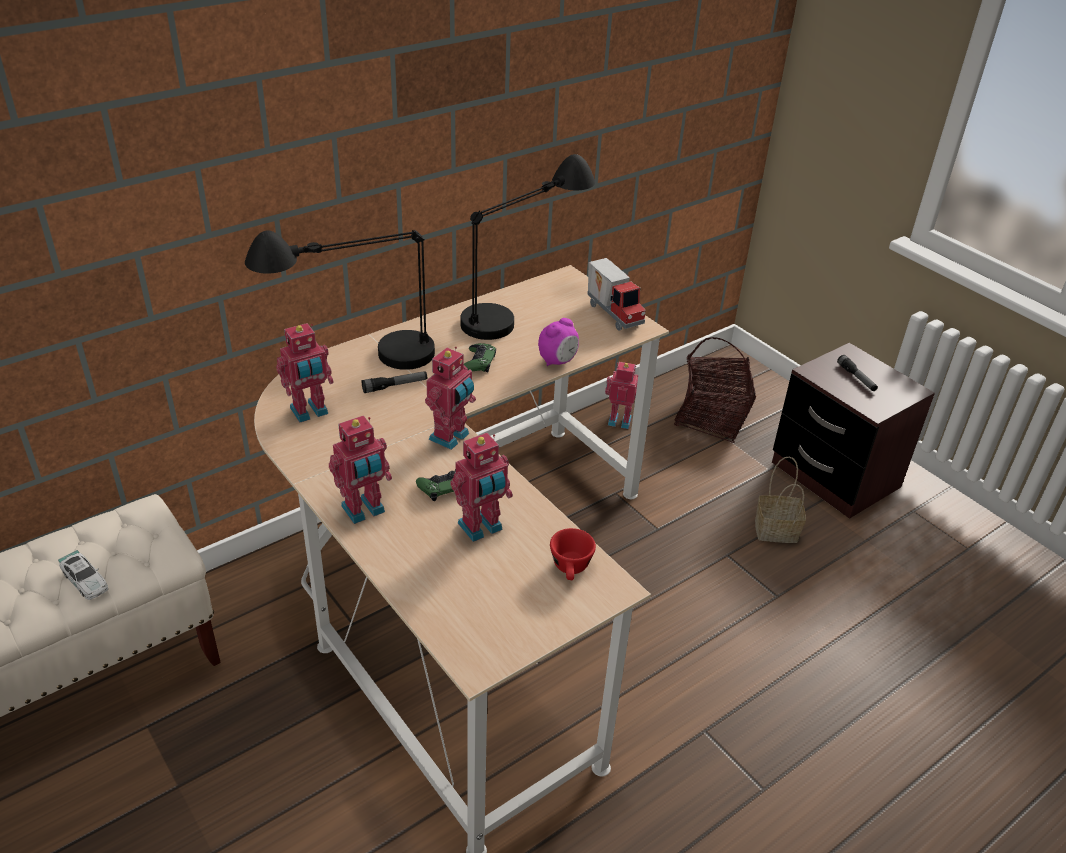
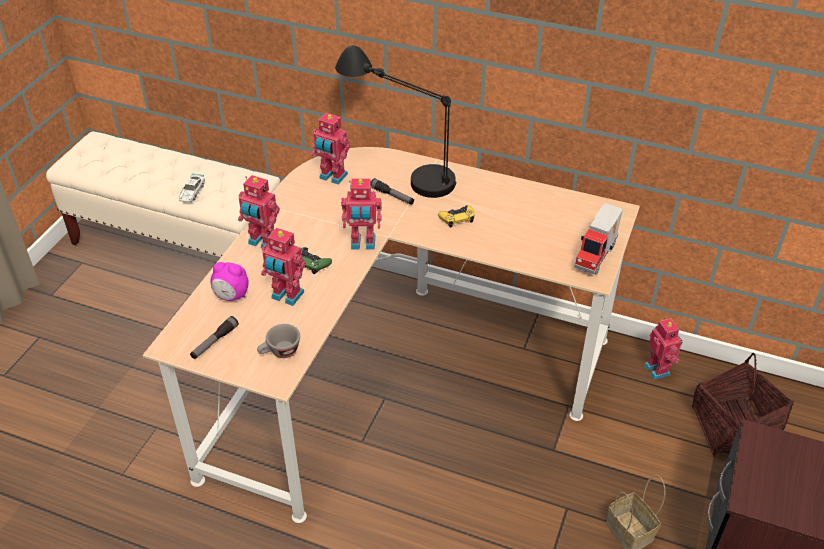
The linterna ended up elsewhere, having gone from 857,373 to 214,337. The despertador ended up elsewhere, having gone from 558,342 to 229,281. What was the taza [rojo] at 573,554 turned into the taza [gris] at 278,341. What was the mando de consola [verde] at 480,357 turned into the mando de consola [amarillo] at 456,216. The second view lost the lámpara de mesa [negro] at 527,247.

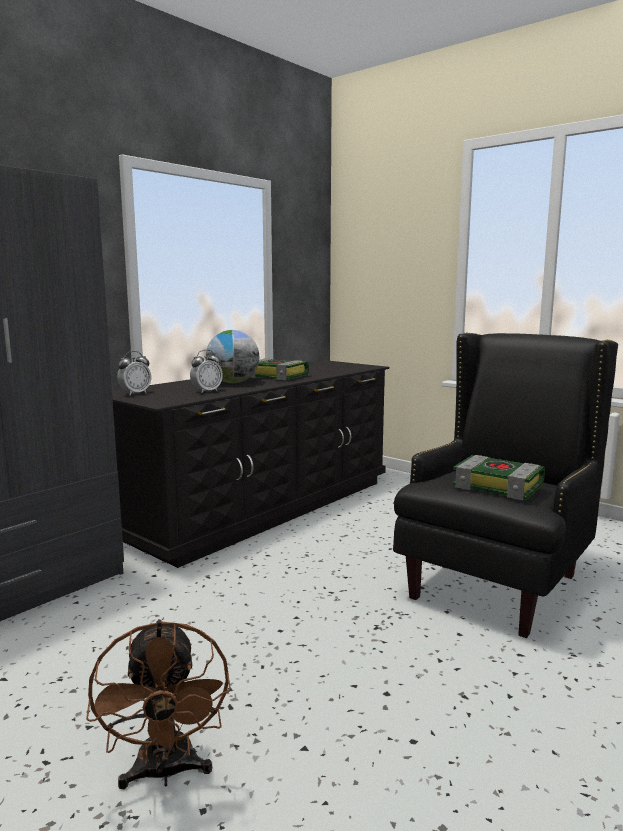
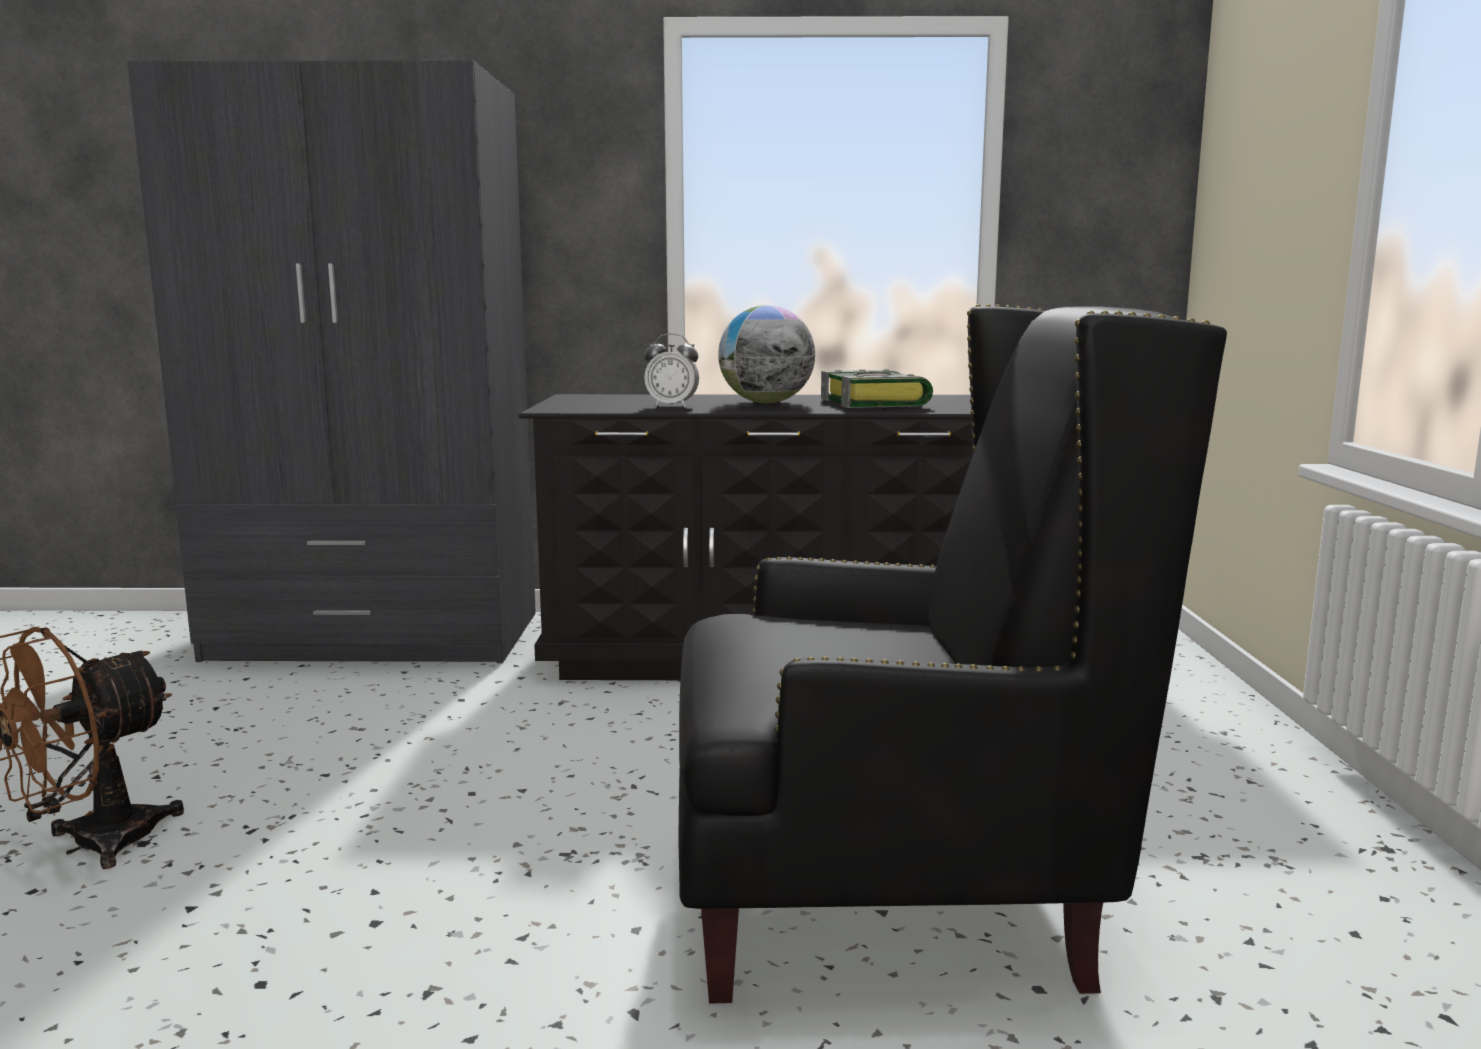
The second view lost the despertador at 134,373. The second view lost the libro at 498,477.

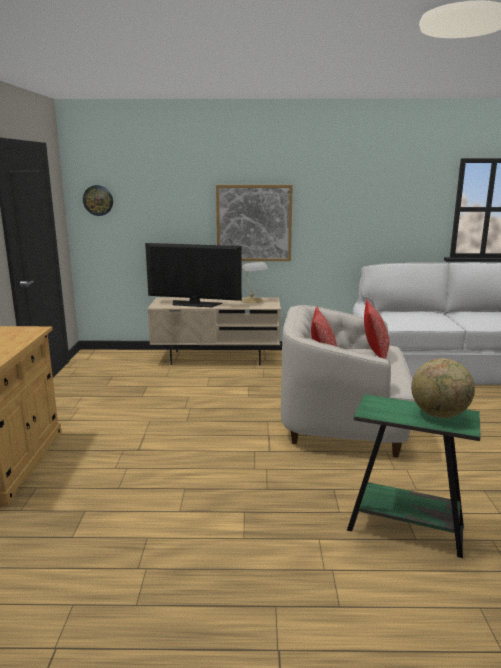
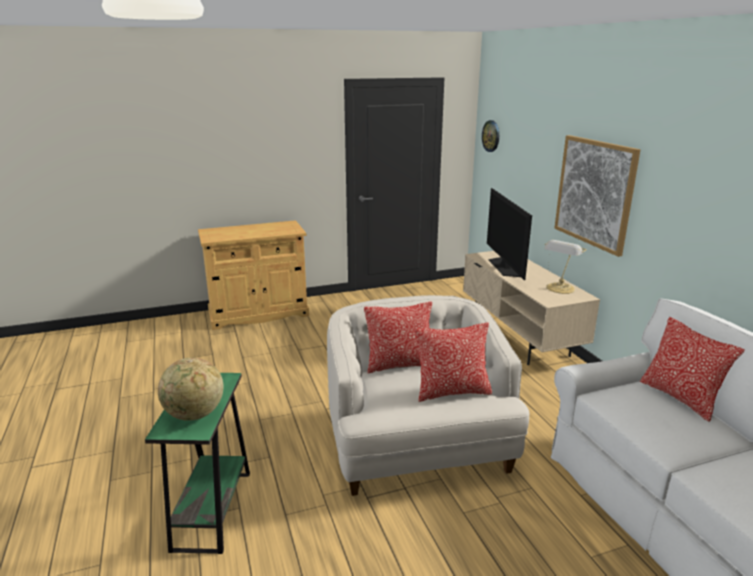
The second view gained the cojín at 692,369.

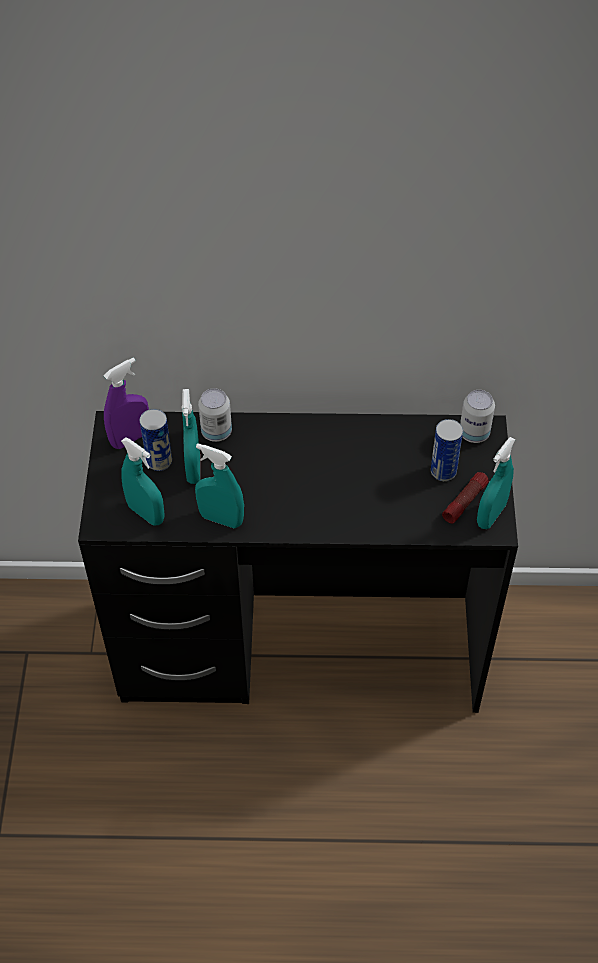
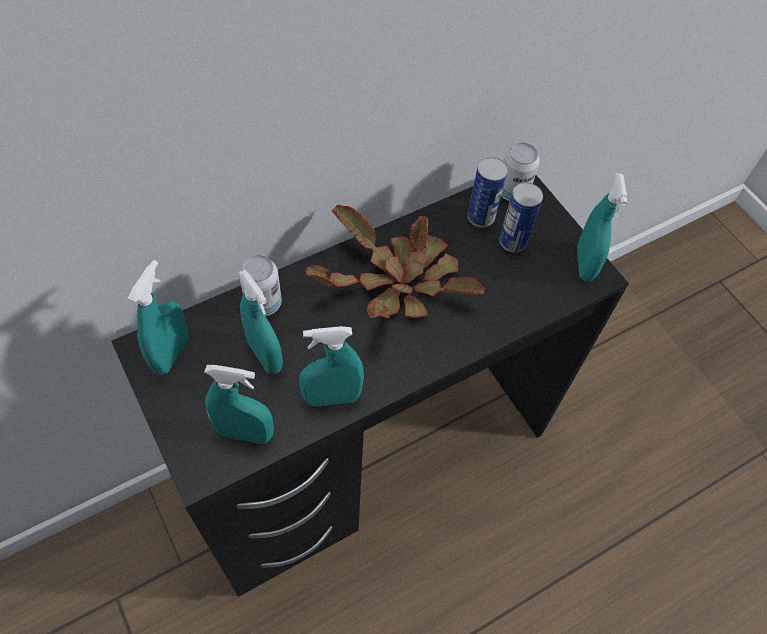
What was the pulverizador [morado] at 126,403 turned into the pulverizador [turquesa] at 158,317. The second view gained the planta en maceta at 395,261. The lata ended up elsewhere, having gone from 156,440 to 487,192. The second view lost the linterna at 465,498.

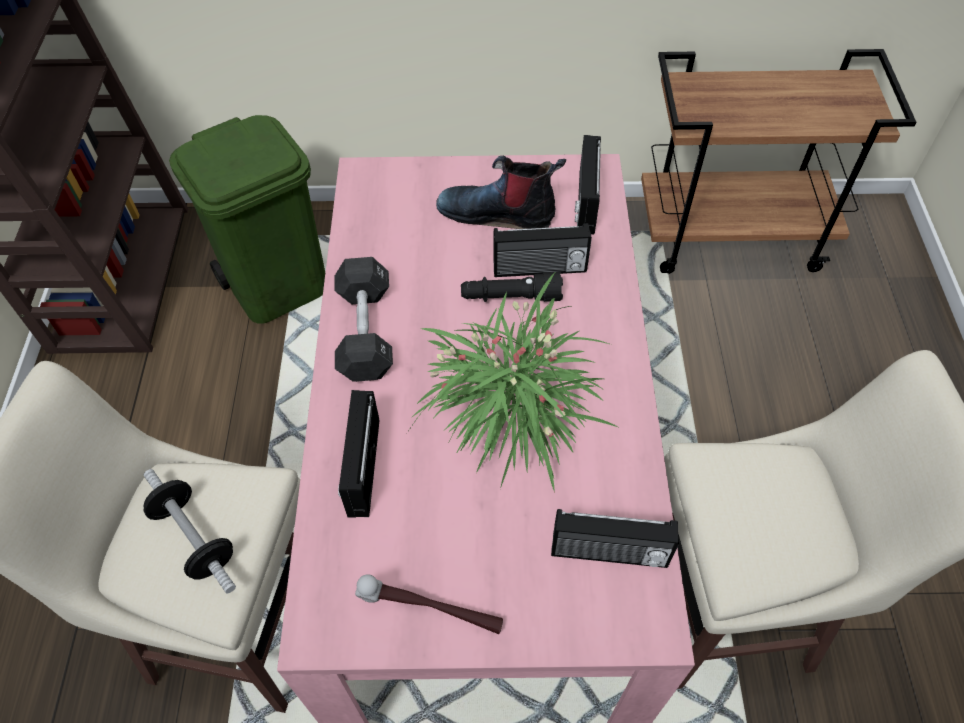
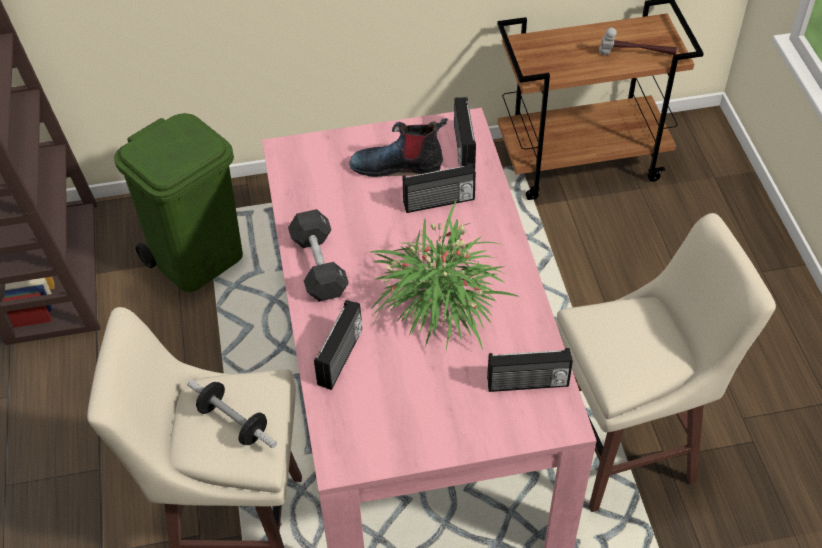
The radio at 359,454 ended up facing another way, 150 degrees counterclockwise from before. The martillo ended up elsewhere, having gone from 429,604 to 638,41. The second view lost the linterna [negro] at 512,287.

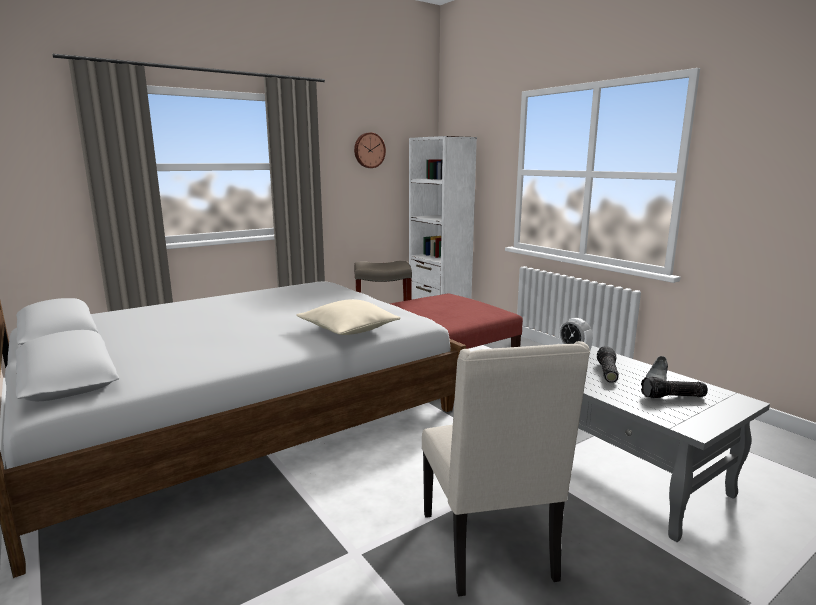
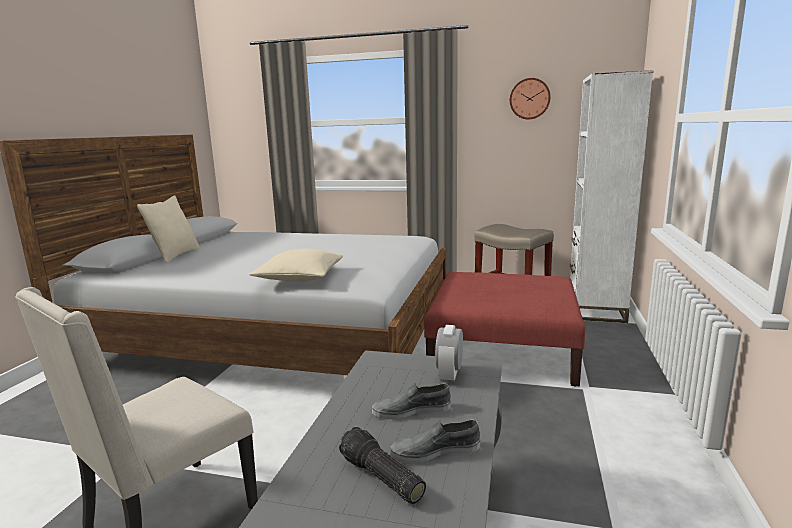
The second view gained the cojín [beis] at 168,229. Where the linterna stood at 608,364, the zapato [gris] came to stand at 411,401.

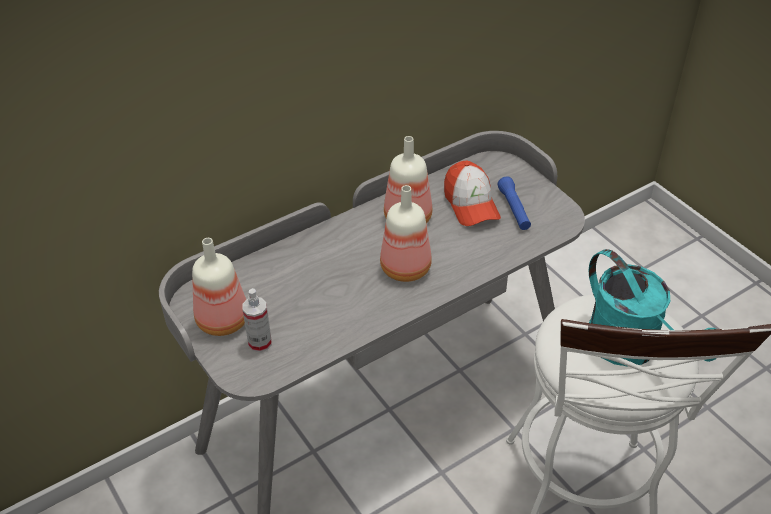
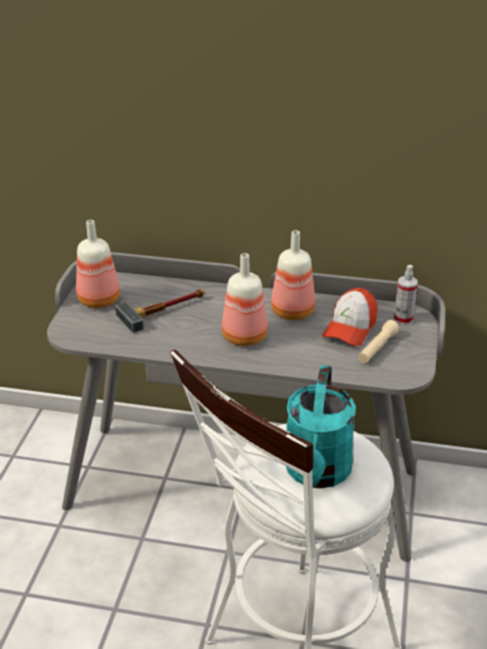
The second view gained the martillo at 160,311. What was the linterna [azul] at 514,203 turned into the linterna [beis] at 378,341. The pulverizador ended up elsewhere, having gone from 257,320 to 406,295.

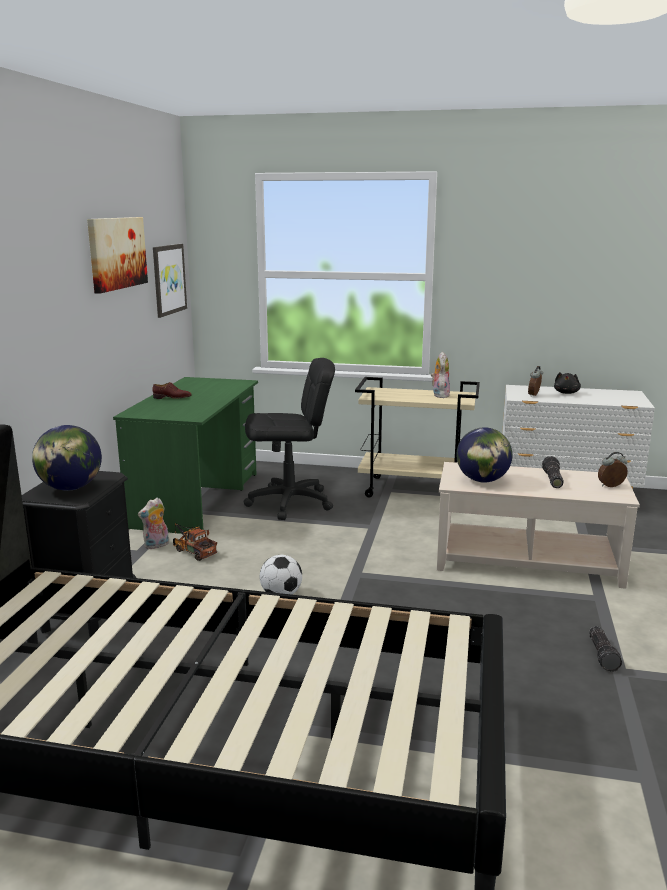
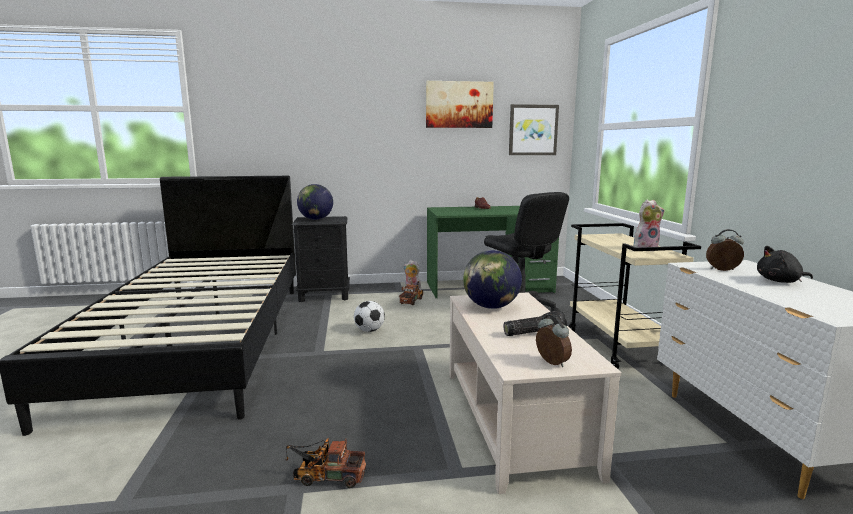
Where the linterna stood at 605,649, the camión de juguete came to stand at 325,463.

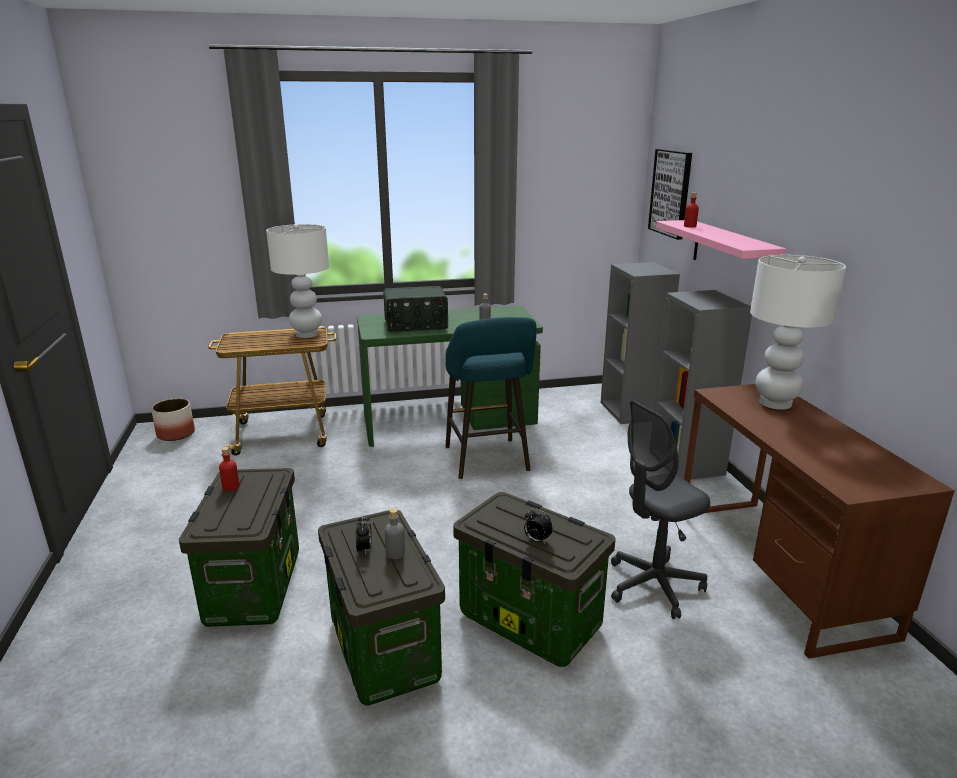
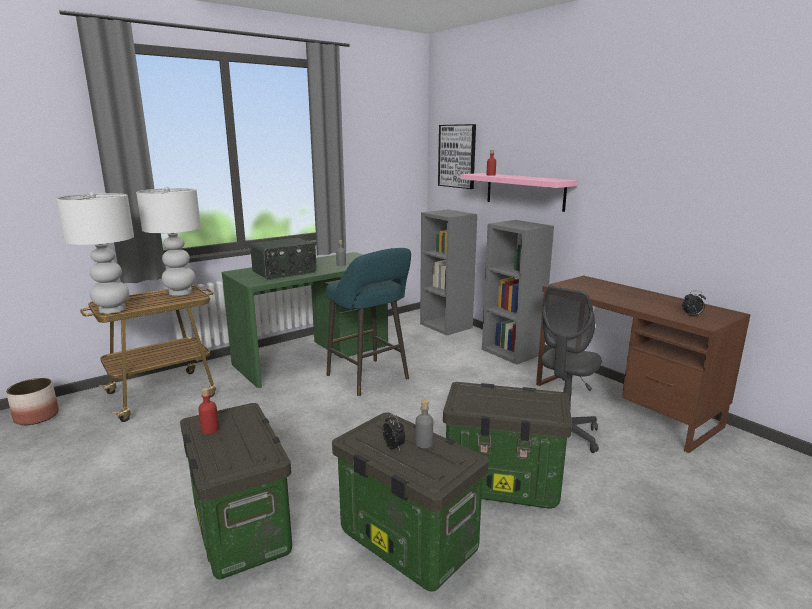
The lámpara de mesa [blanco] ended up elsewhere, having gone from 798,332 to 95,253. The despertador ended up elsewhere, having gone from 538,525 to 694,303.

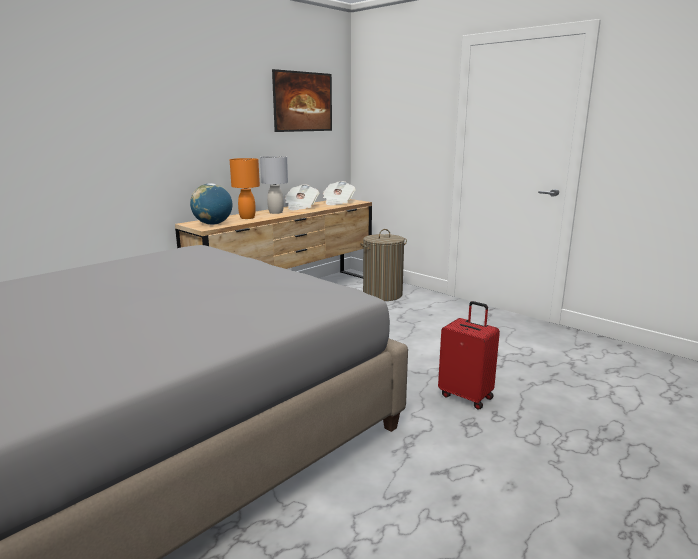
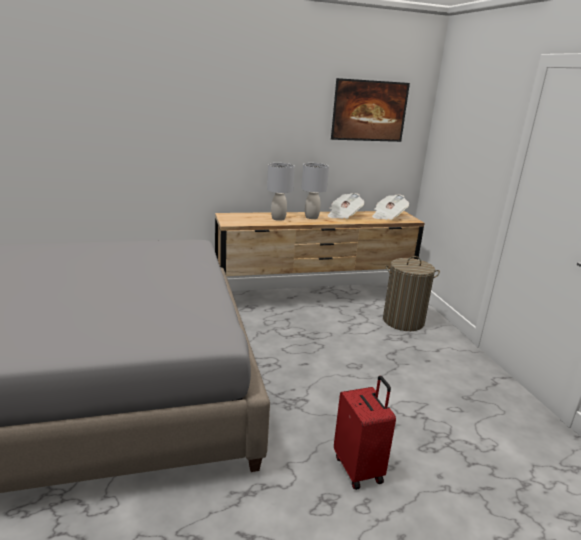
What was the lámpara de mesa [naranja] at 245,188 turned into the lámpara de mesa [gris] at 281,192. The second view lost the globo terráqueo at 211,204.

